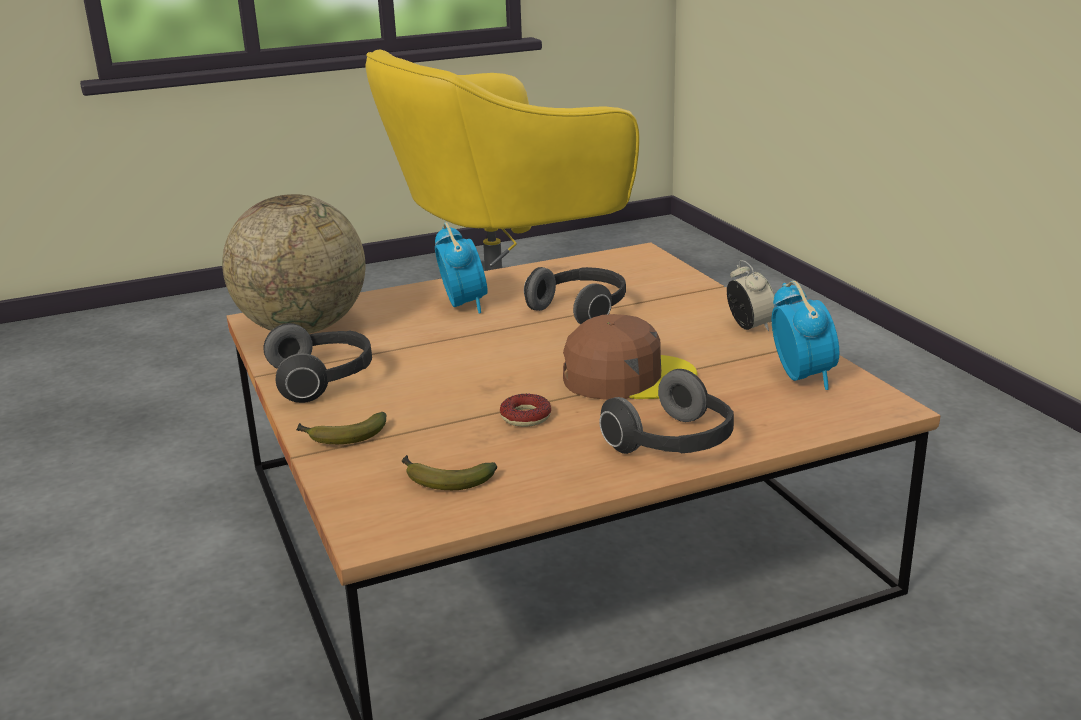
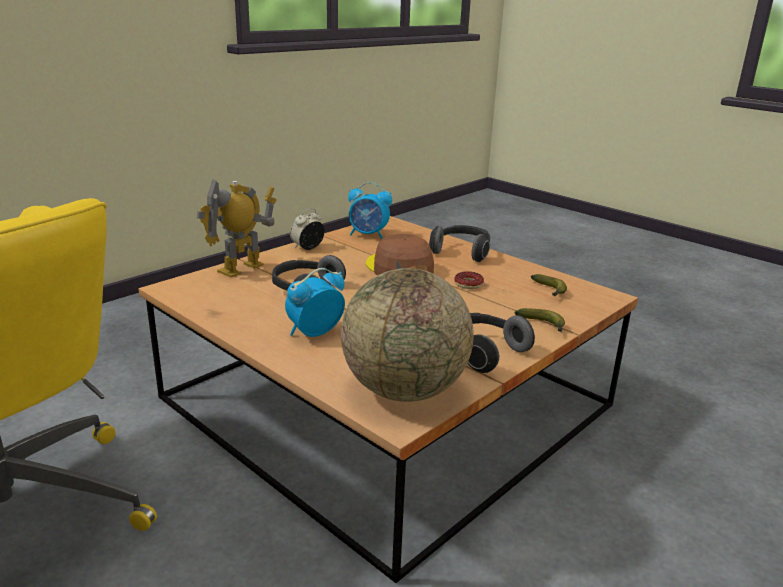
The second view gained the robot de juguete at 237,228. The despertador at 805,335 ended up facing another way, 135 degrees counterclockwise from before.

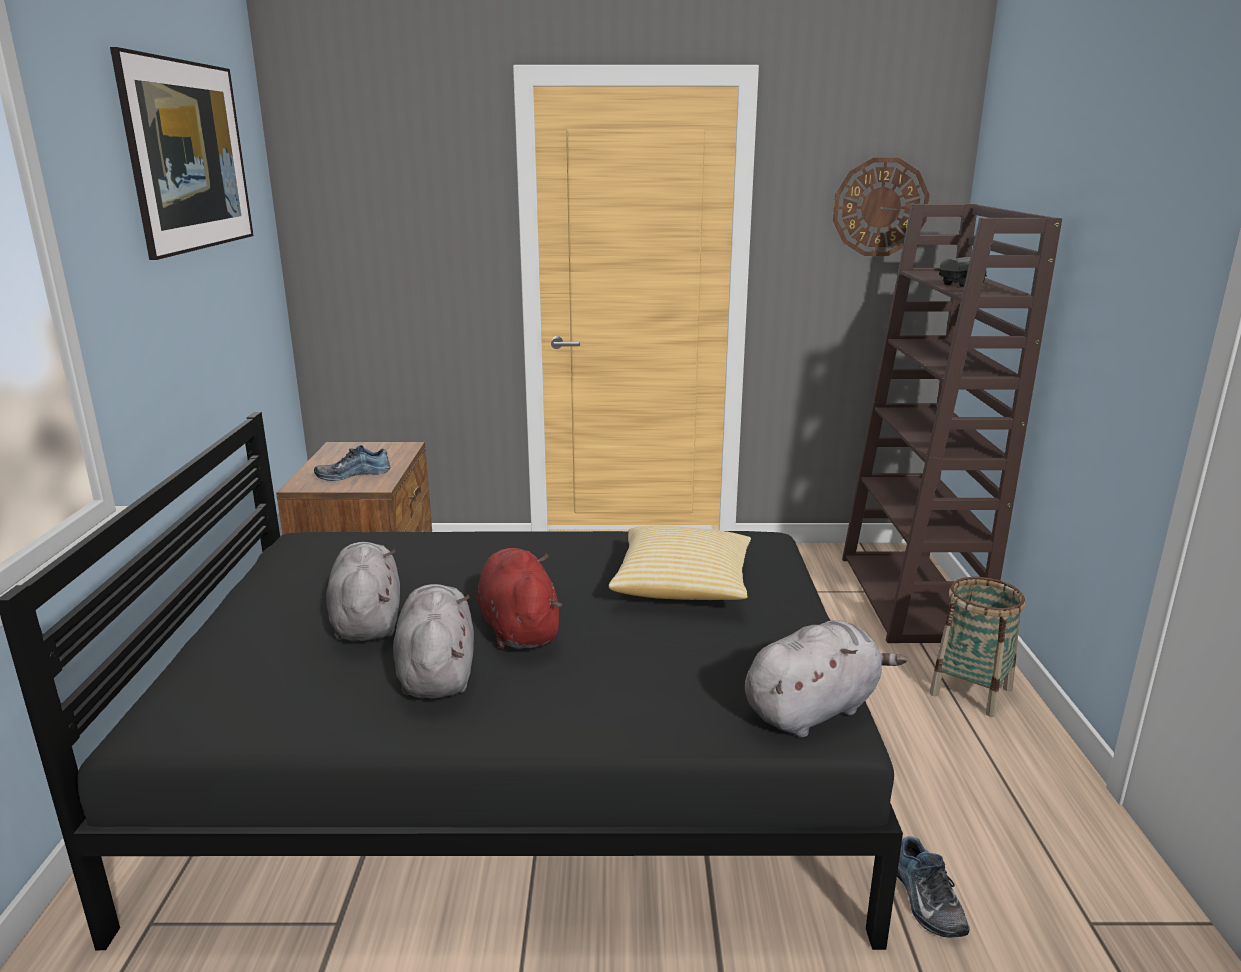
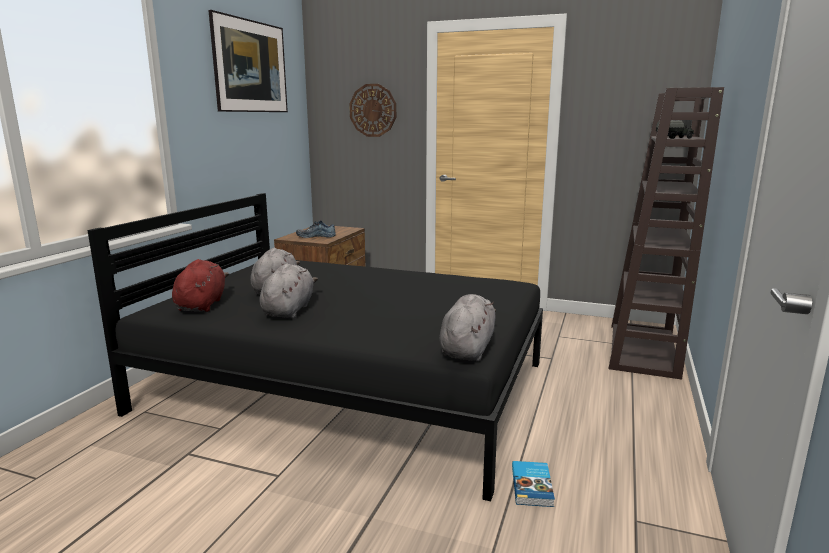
The peluche [rojo] ended up elsewhere, having gone from 519,598 to 200,285. The reloj de pared ended up elsewhere, having gone from 881,207 to 372,110. The peluche [gris] at 826,679 ended up facing another way, 60 degrees counterclockwise from before. Where the zapato stood at 933,887, the libro came to stand at 533,484. The second view lost the cojín at 680,563. The second view lost the cesta at 978,647.

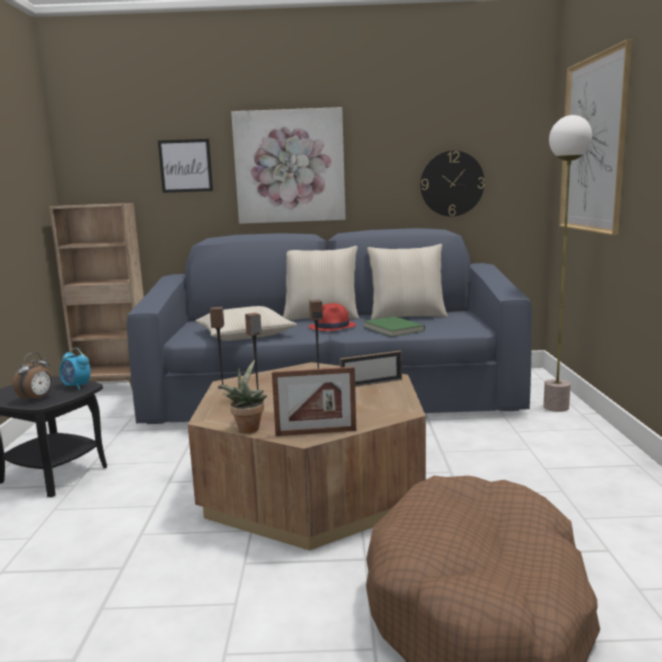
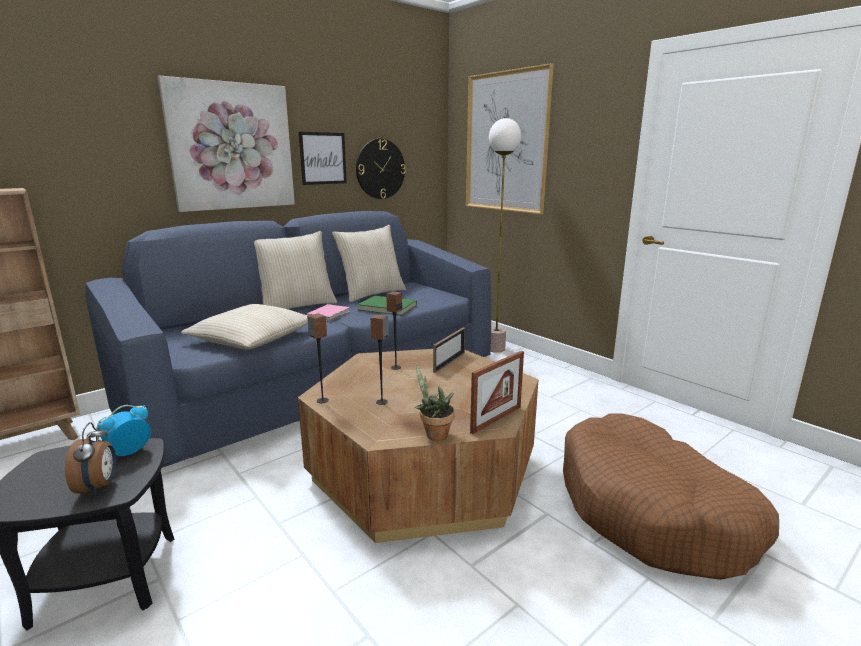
The despertador at 75,369 ended up facing another way, 135 degrees clockwise from before. The cuadro ended up elsewhere, having gone from 185,166 to 323,158. Where the sombrero [rojo] stood at 332,317, the libro [rosa] came to stand at 328,312.

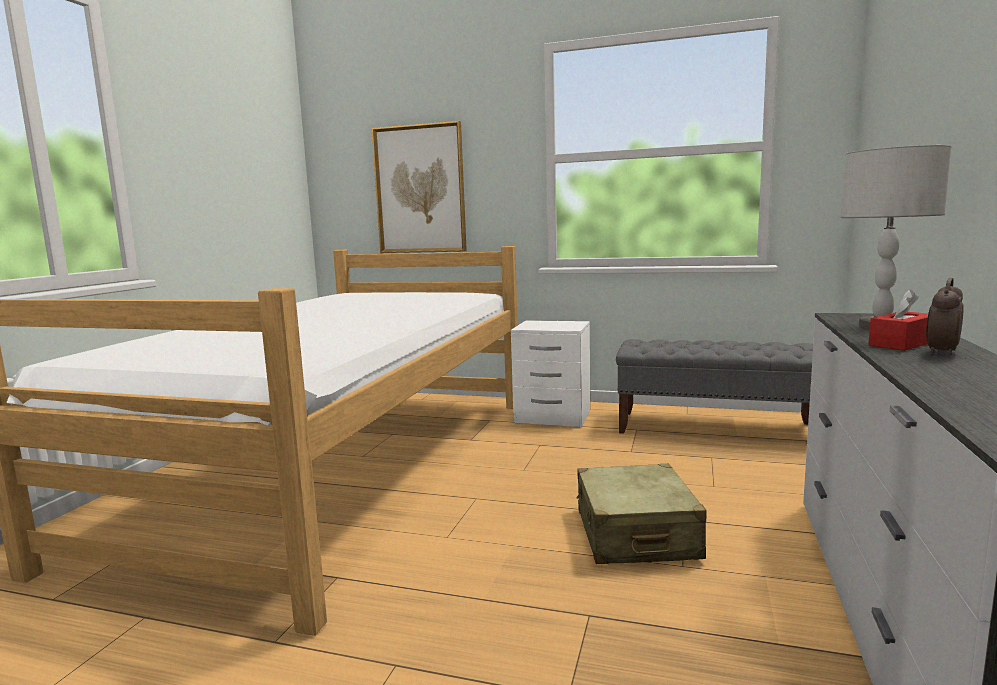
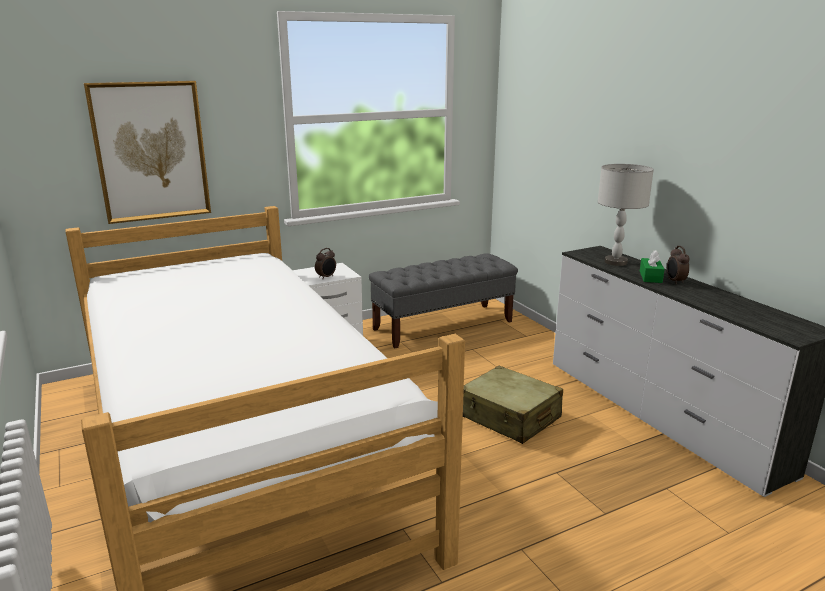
The second view gained the despertador at 325,263. What was the caja de pañuelos [rojo] at 898,320 turned into the caja de pañuelos [verde] at 652,267.

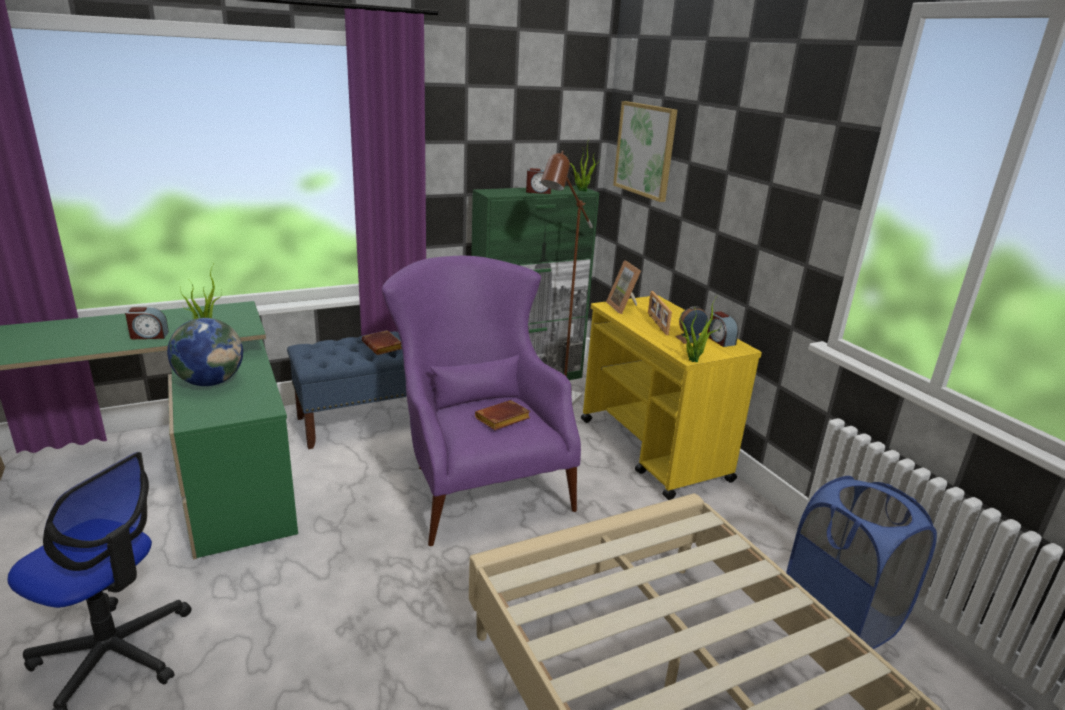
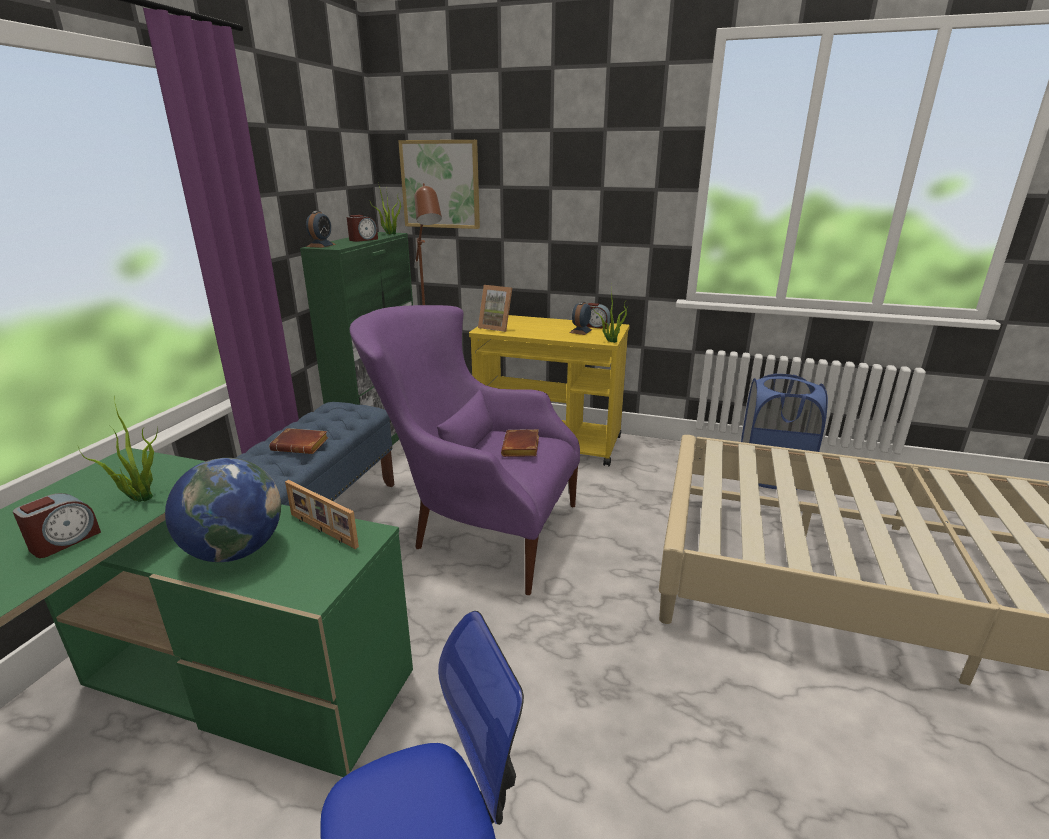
The portarretratos ended up elsewhere, having gone from 660,313 to 322,514. The second view gained the despertador at 321,229.

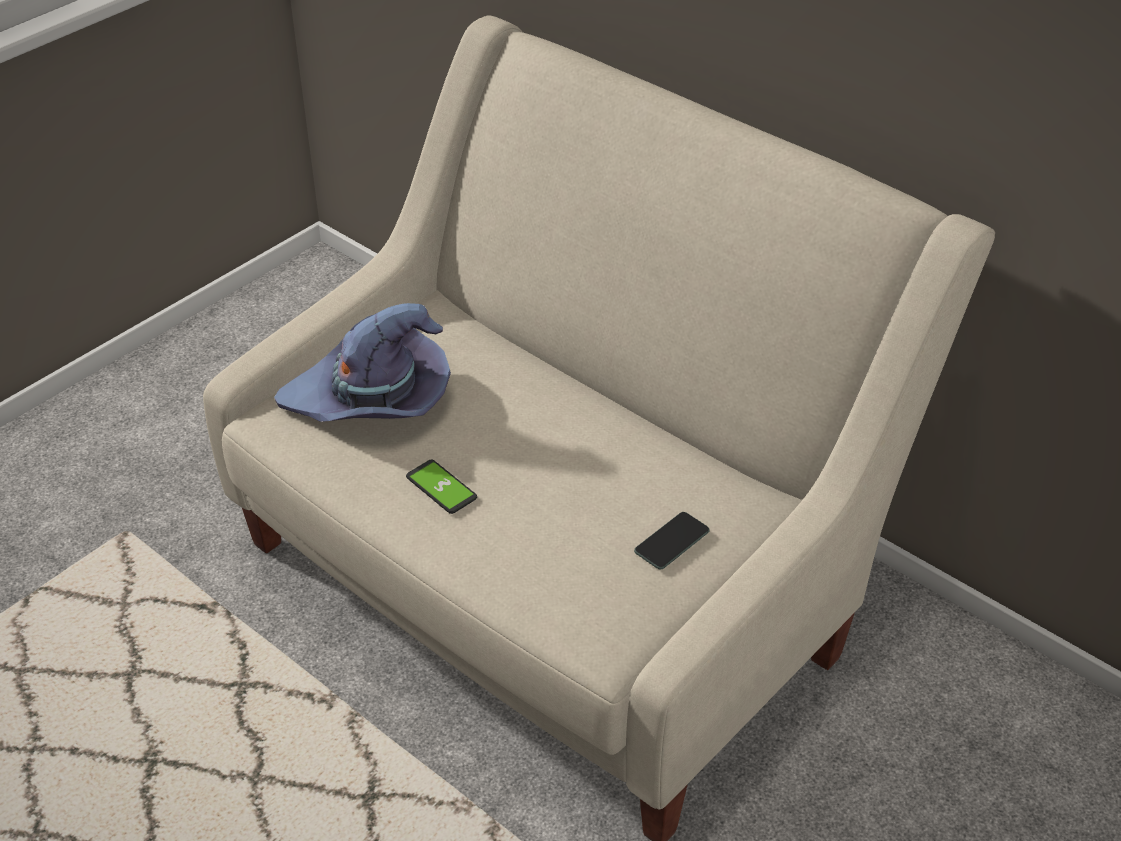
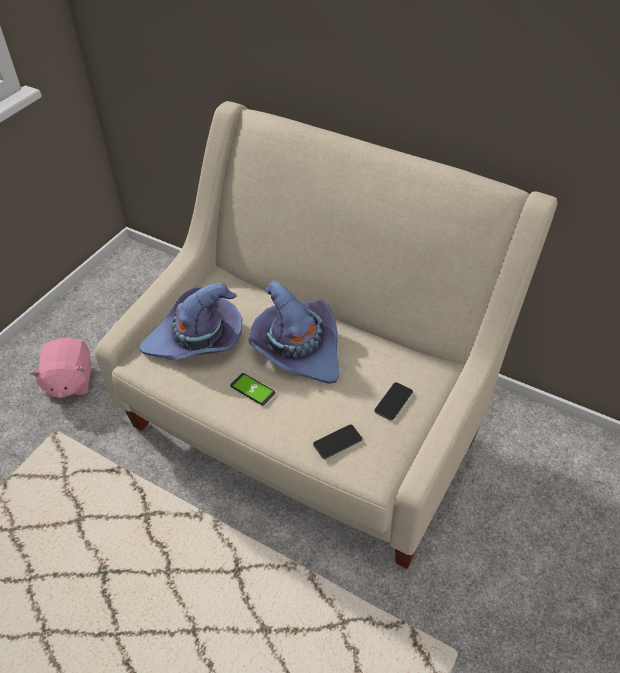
The second view gained the peluche [rosa] at 60,368. The second view gained the sombrero [morado] at 293,332. The second view gained the móvil at 338,441.

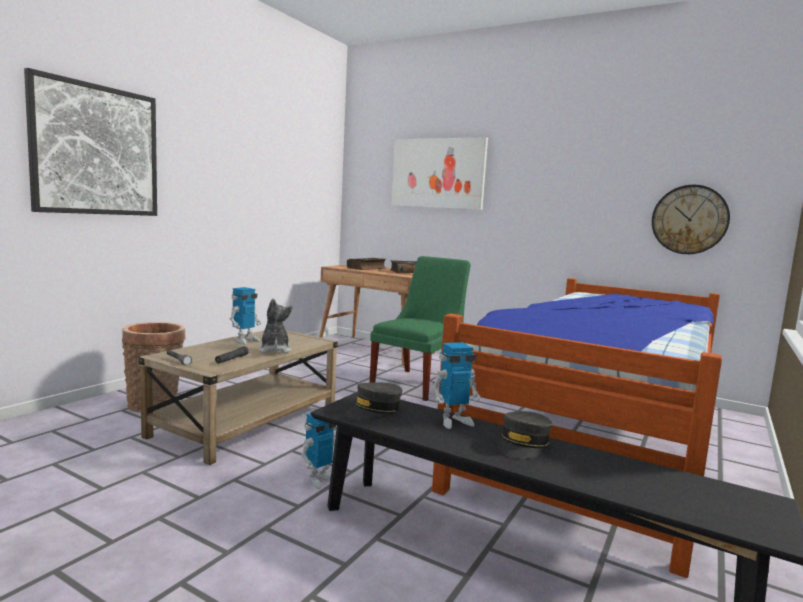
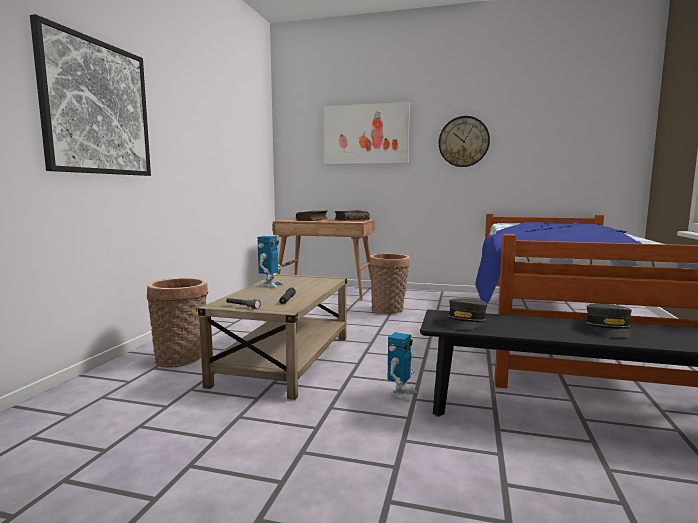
Where the silla [verde] stood at 420,328, the cesta came to stand at 389,283. The reloj de pared ended up elsewhere, having gone from 691,219 to 464,141. The second view lost the peluche at 275,326. The second view lost the robot de juguete at 456,385.

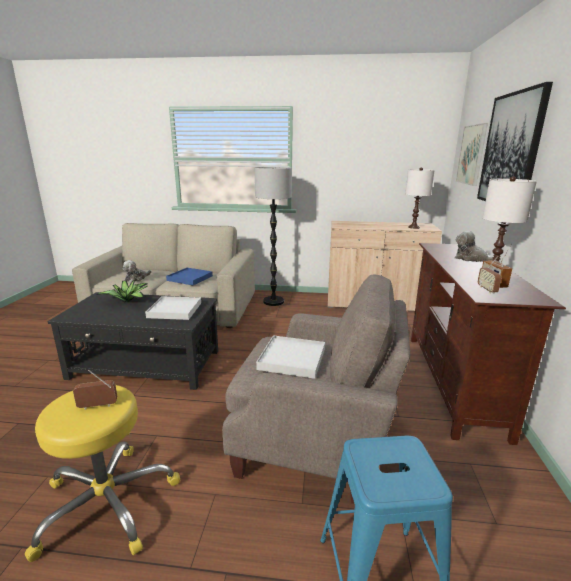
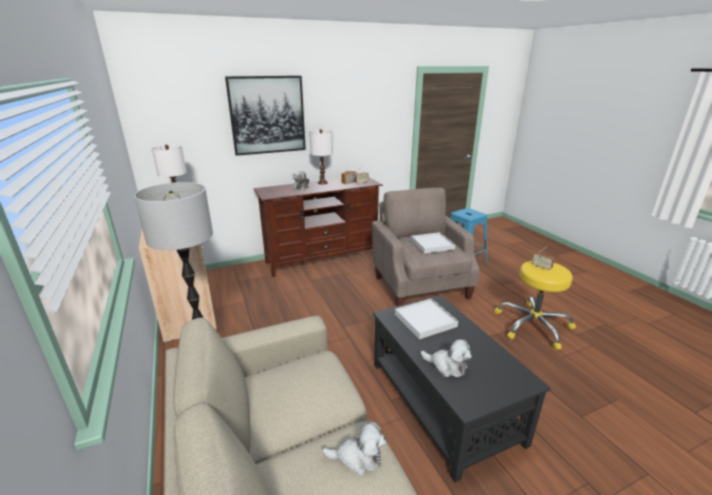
Where the planta en maceta stood at 122,292, the peluche came to stand at 446,358. The second view lost the bandeja [azul] at 189,276. The second view lost the cuadro at 472,154.

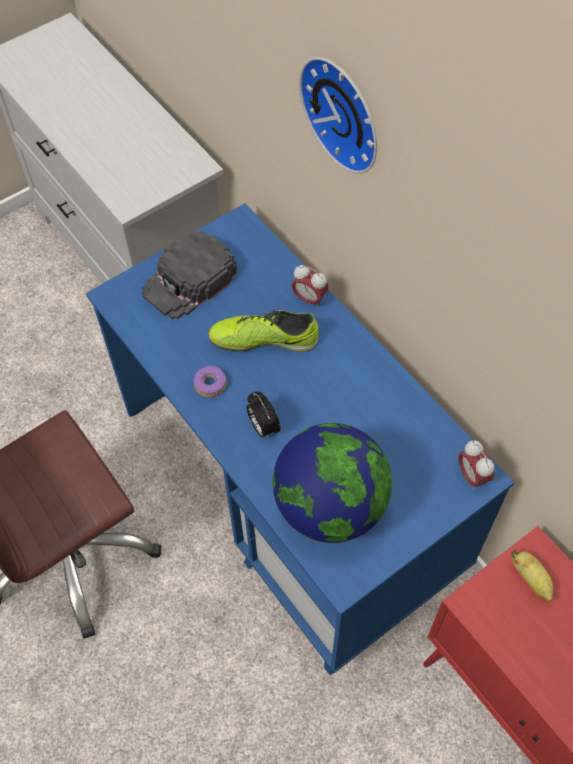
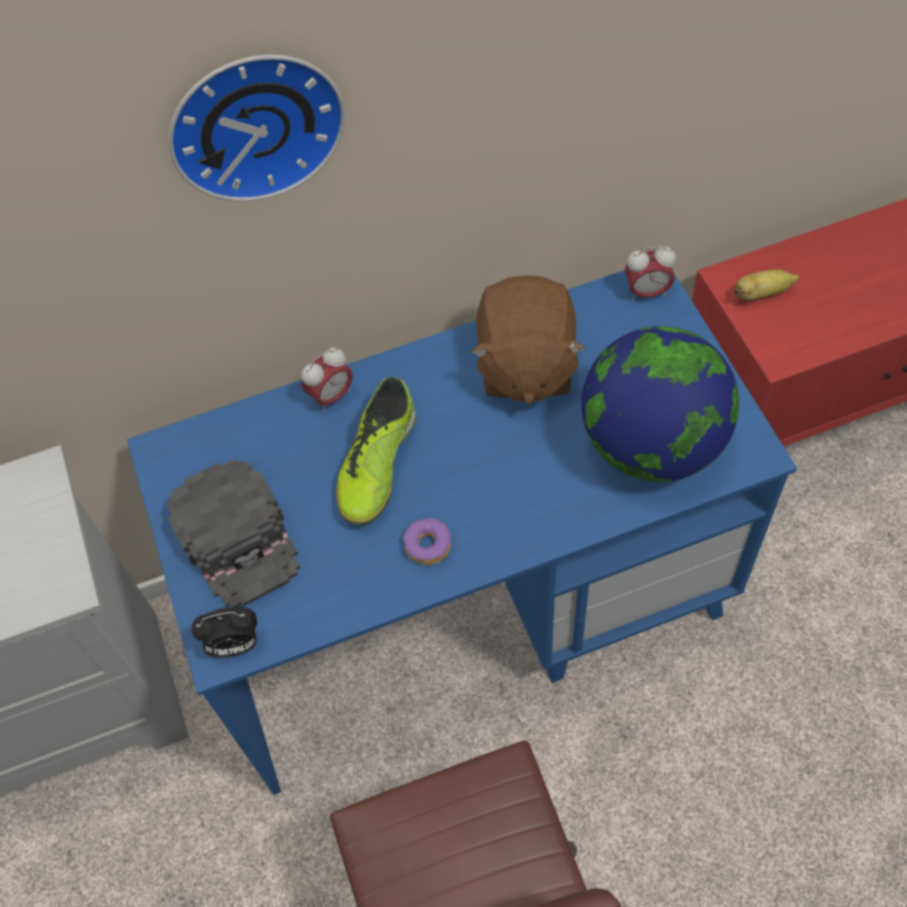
The despertador ended up elsewhere, having gone from 263,415 to 224,631. The second view gained the peluche [marrón] at 528,340.

